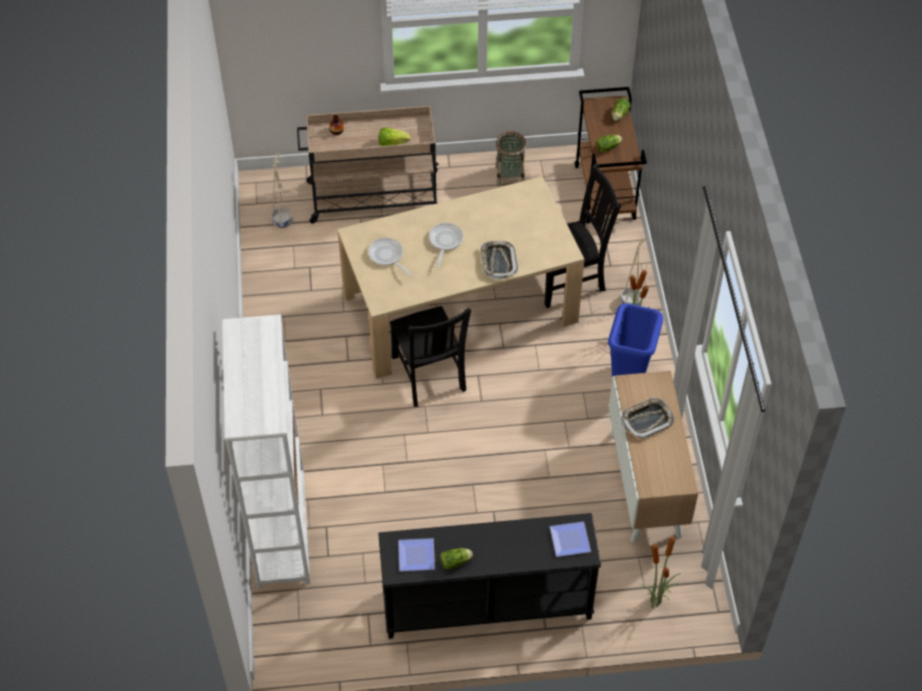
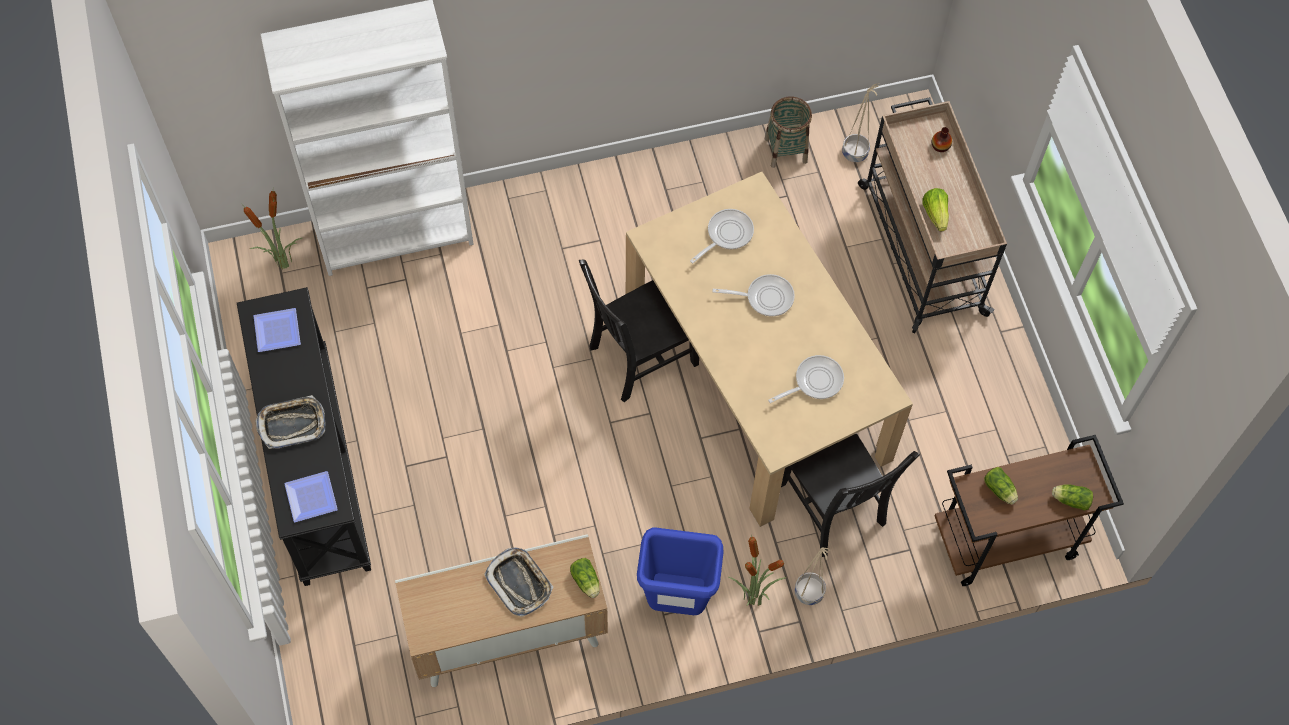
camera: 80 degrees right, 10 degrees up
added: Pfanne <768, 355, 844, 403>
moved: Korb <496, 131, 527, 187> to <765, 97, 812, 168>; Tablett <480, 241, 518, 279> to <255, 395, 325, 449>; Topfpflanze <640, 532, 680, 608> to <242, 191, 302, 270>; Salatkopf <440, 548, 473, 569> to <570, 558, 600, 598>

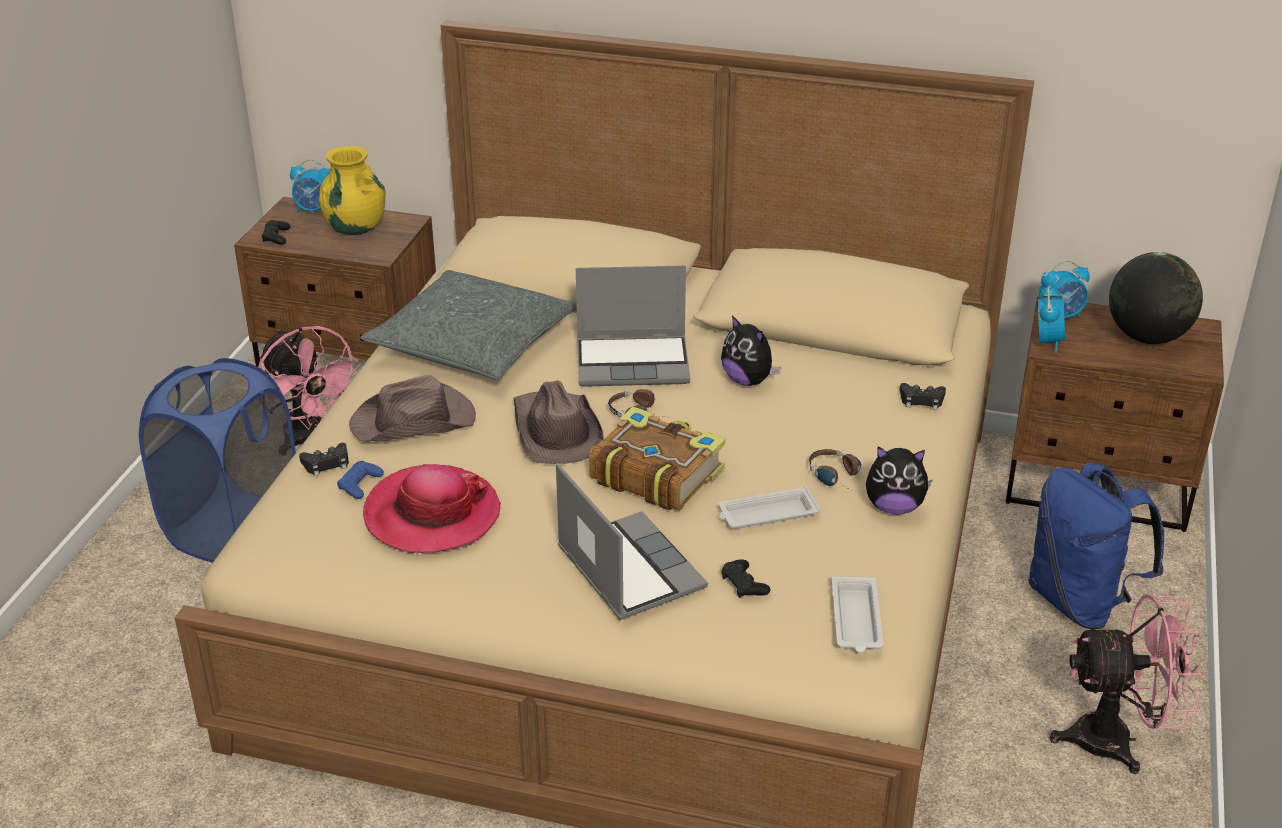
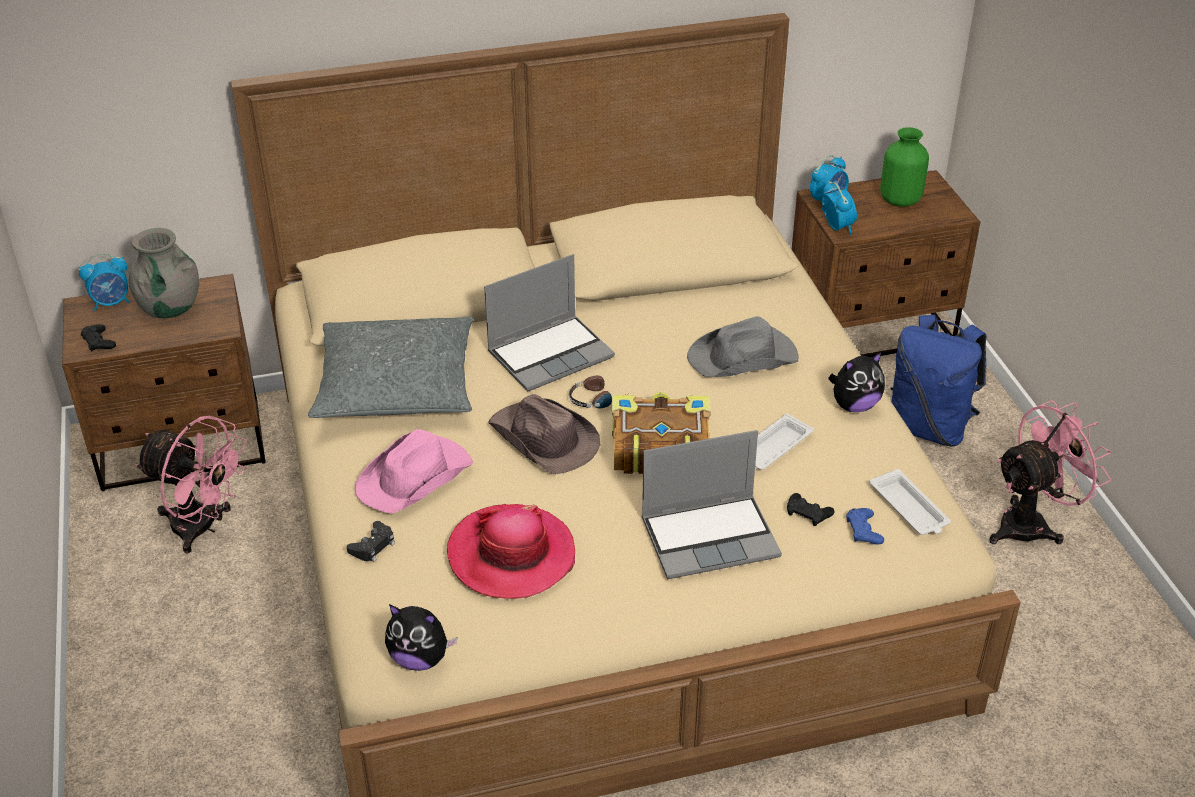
camera: 30 degrees left, 5 degrees up
removed: Wäschekorb (blau) <139, 358, 296, 563>; Gamepad (schwarz) <900, 383, 946, 410>; Kopfhörer <809, 449, 861, 490>
added: Hut (grau) <687, 316, 799, 377>
moved: Plüschtier <721, 315, 781, 386> to <385, 604, 458, 671>; Gamepad (blau) <337, 461, 384, 499> to <846, 508, 884, 544>
replaced: Globus <1109, 252, 1203, 344> to Vase (grün) <880, 127, 929, 207>
recoloured: Vase (gelb) <319, 146, 386, 235> to Vase (grau) <129, 228, 199, 318>; Hut (braun) <349, 375, 476, 441> to Hut (rosa) <355, 429, 473, 514>
turned: Laptop <556, 463, 708, 620> = <642, 430, 782, 579> 135 degrees clockwise

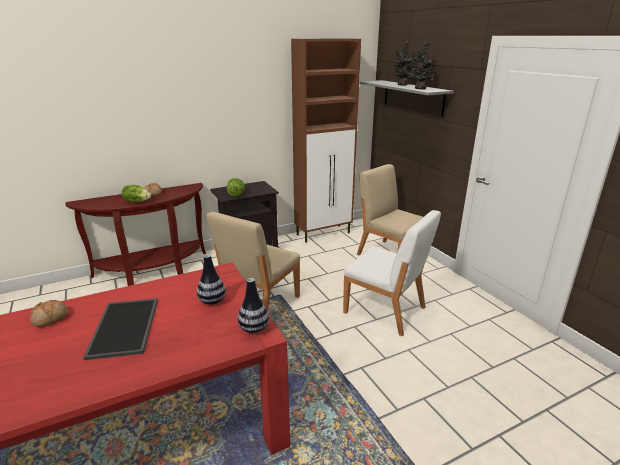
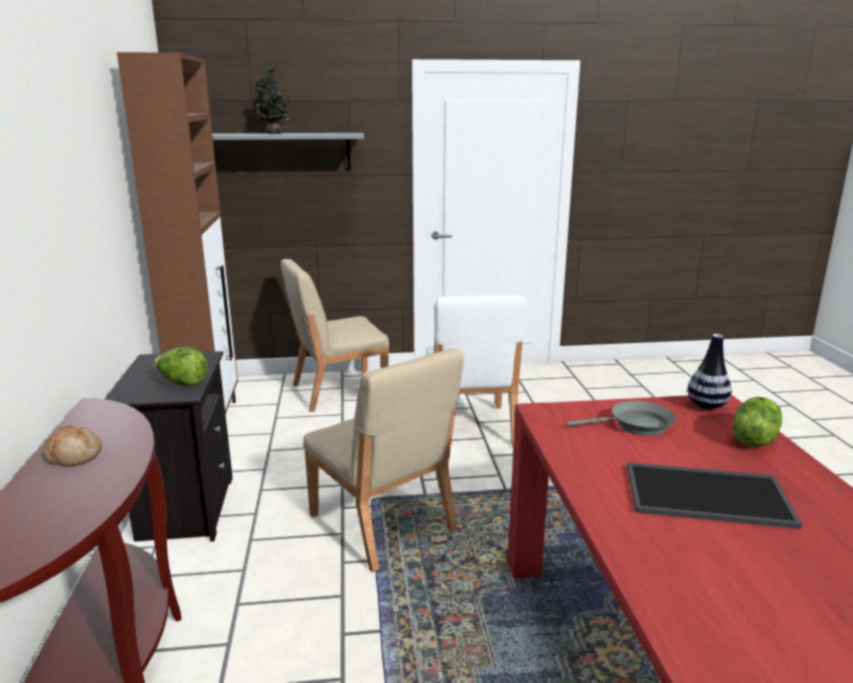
camera: 70 degrees left, 5 degrees down
removed: Topfpflanze <411, 41, 435, 89>; Brot <30, 300, 68, 327>
moved: Salatkopf <121, 185, 151, 203> to <733, 397, 782, 447>
replaced: Vase <197, 254, 226, 305> to Pfanne (grau) <566, 401, 676, 436>
turned: Stuhl (weiß) <343, 210, 441, 336> = <426, 295, 526, 447> 120 degrees clockwise

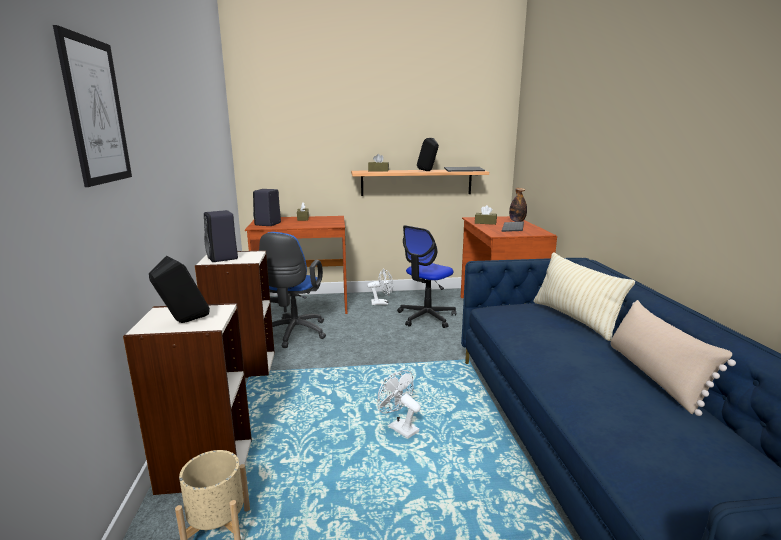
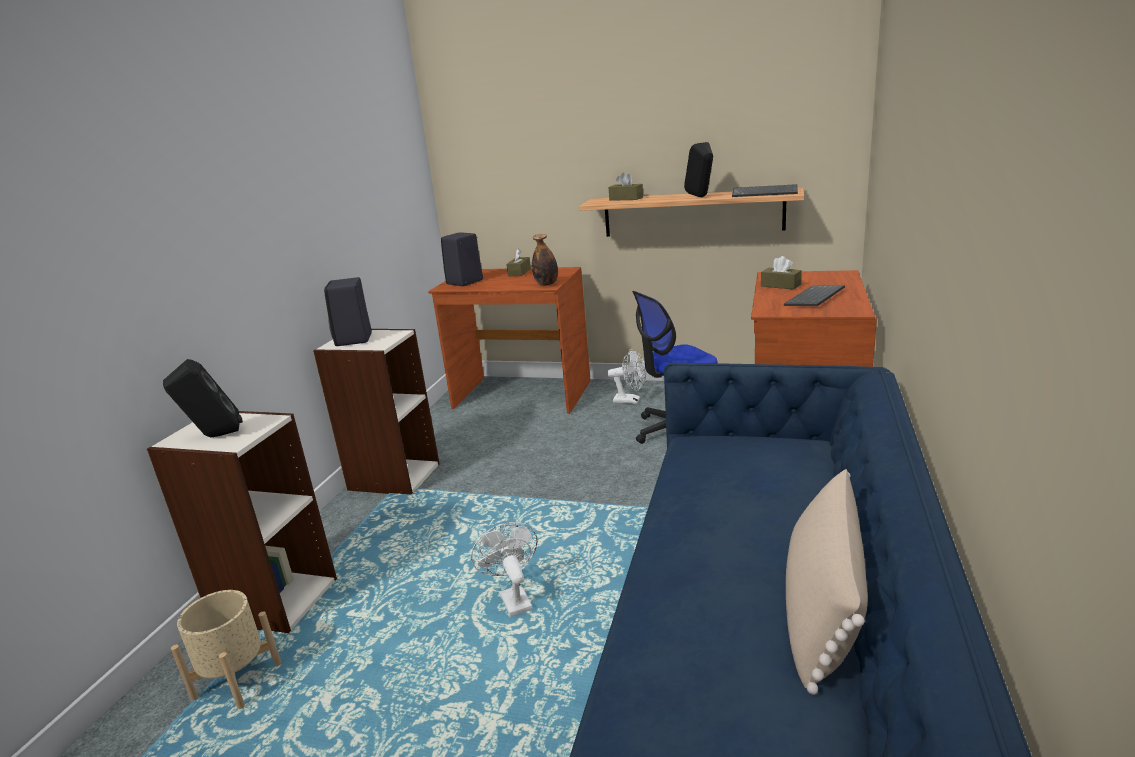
camera: 25 degrees right, 5 degrees up
removed: Bild <53, 25, 132, 187>; Bürostuhl (blau) <259, 232, 326, 348>; Kissen (beige) <534, 252, 635, 341>
moved: Flasche <509, 188, 527, 222> to <532, 234, 558, 286>

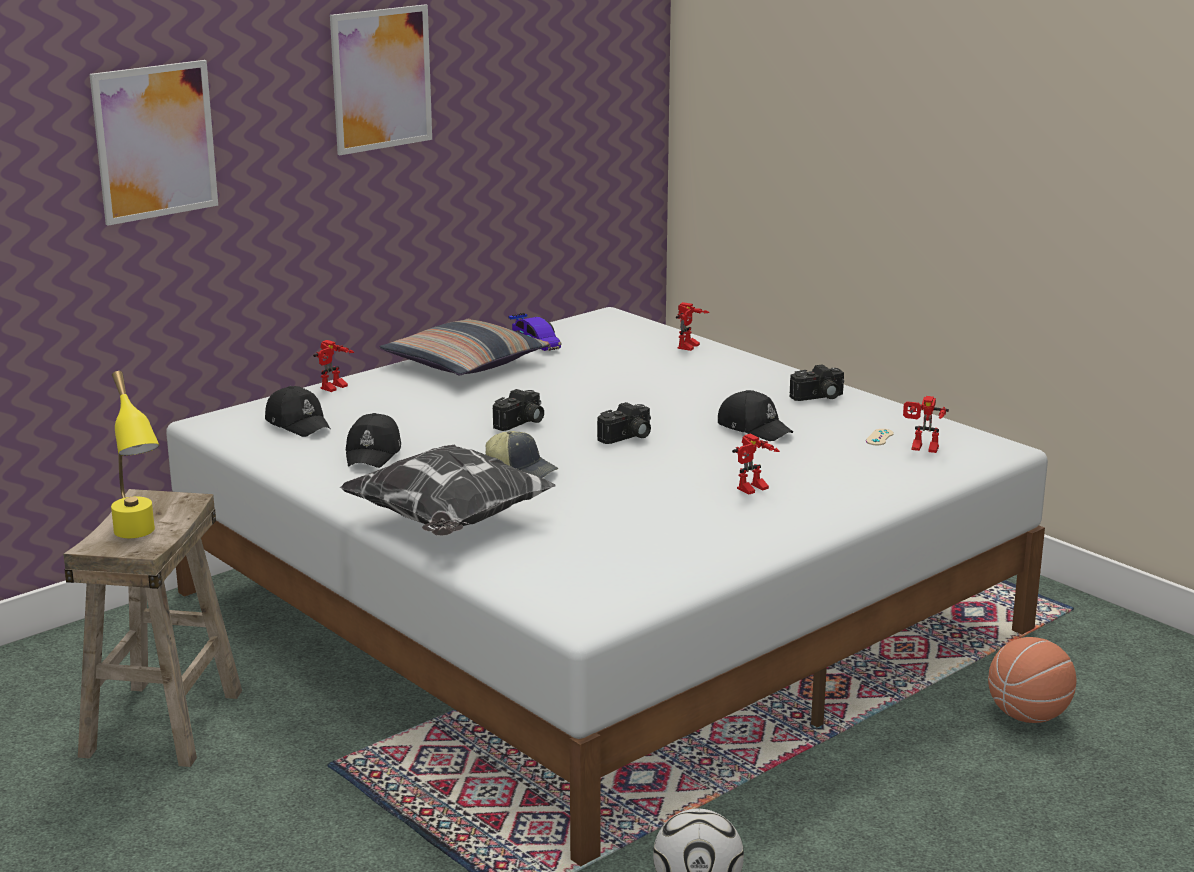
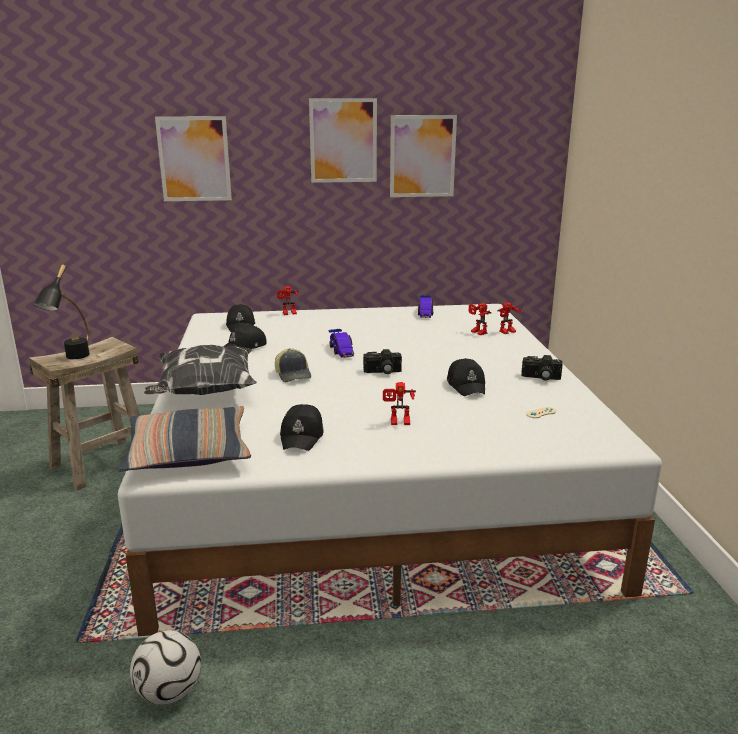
camera: 35 degrees right, 0 degrees up
removed: Basketball <988, 637, 1077, 723>
added: Bild <390, 115, 457, 197>; Kappe (schwarz) <280, 404, 324, 451>
moved: Kissen <379, 319, 550, 375> to <118, 406, 251, 472>; Spielzeugroboter <903, 396, 949, 453> to <469, 303, 491, 335>
replaced: Kamera <493, 389, 544, 431> to Spielzeugauto <328, 329, 354, 358>
recoloured: Tischlampe (gelb) <111, 371, 160, 538> to Tischlampe (schwarz) <33, 264, 90, 359>

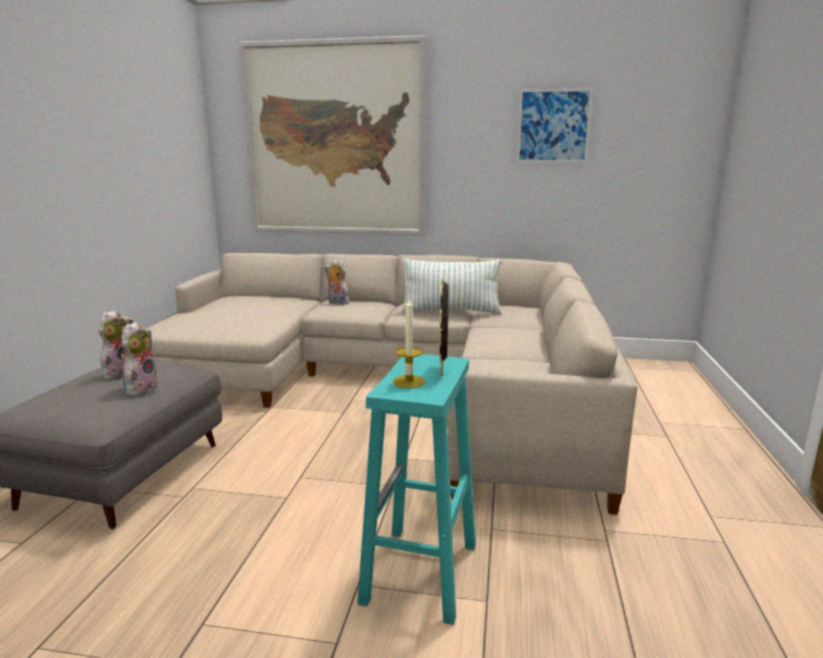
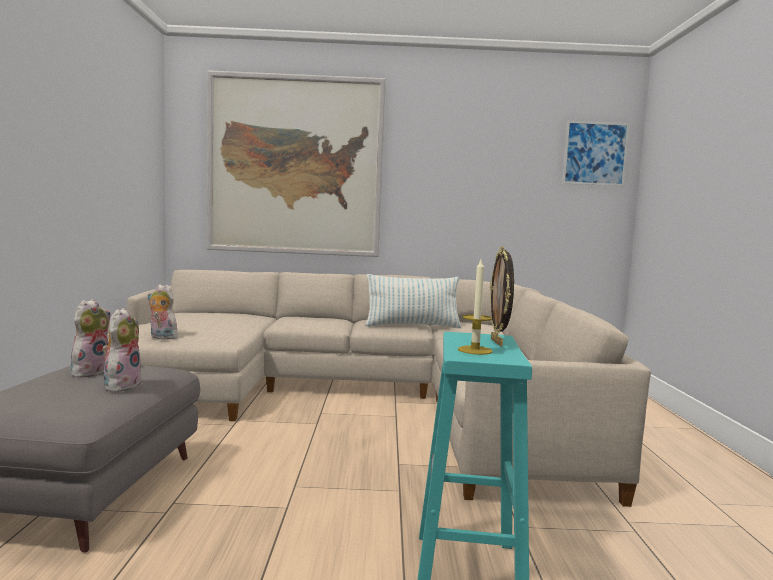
camera: 10 degrees left, 10 degrees down
moved: Bild <517, 88, 593, 162> to <562, 121, 630, 186>; Plüschtier <325, 260, 349, 305> to <148, 285, 179, 340>

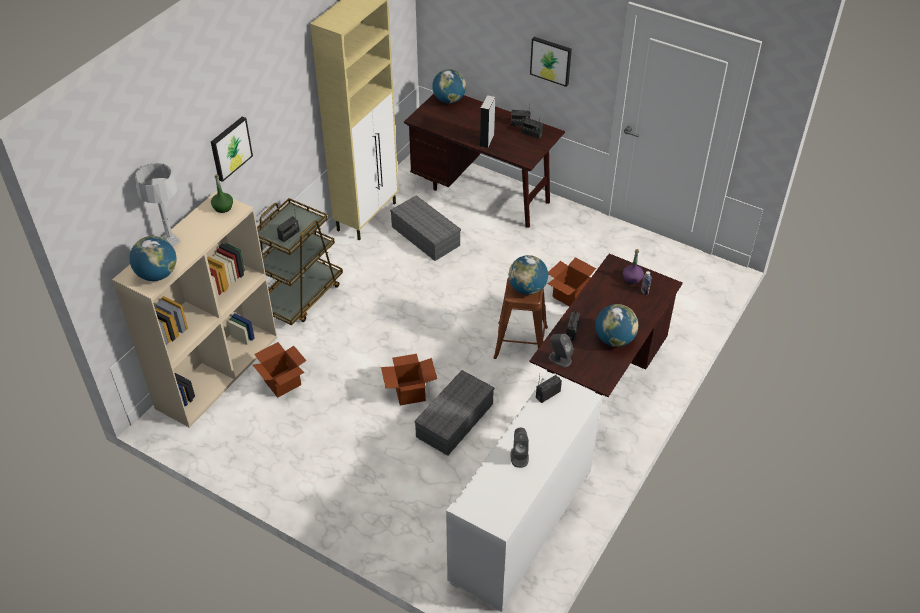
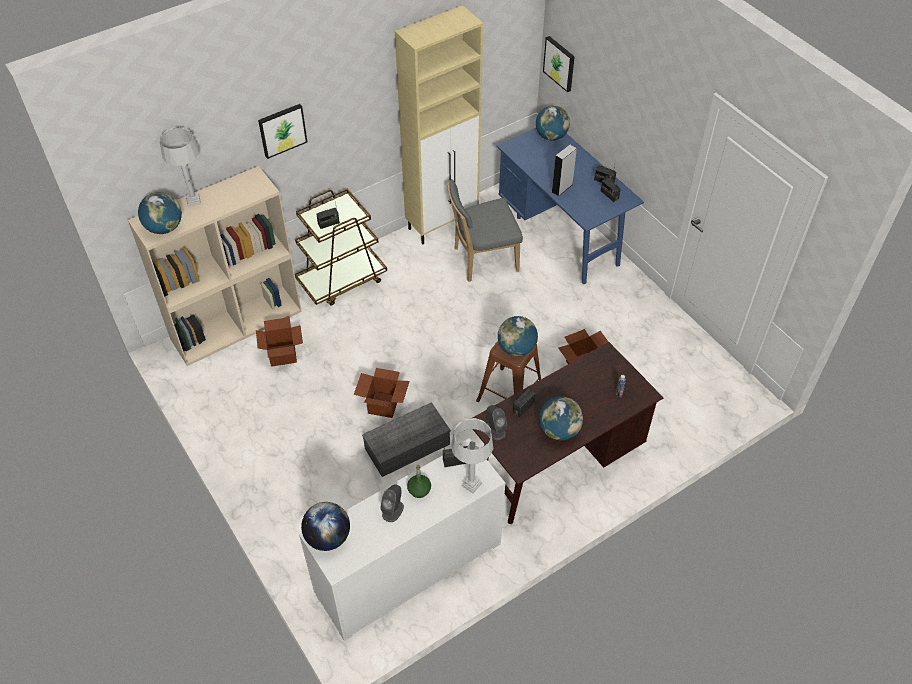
camera: 25 degrees right, 5 degrees up
removed: Flasche (lila) <623, 249, 644, 284>
added: Tischlampe (grau) <451, 418, 493, 494>; Globus <301, 502, 350, 551>
moved: Bild <530, 37, 572, 87> to <543, 36, 575, 92>; Flasche (grün) <211, 174, 233, 213> to <407, 465, 431, 498>
replaced: Aufbewahrungsbox (grau) <390, 195, 461, 261> to Stuhl (grau) <446, 179, 523, 282>
recoloured: Schreibtisch (braun) <404, 94, 565, 228> to Schreibtisch (blau) <496, 128, 644, 284>

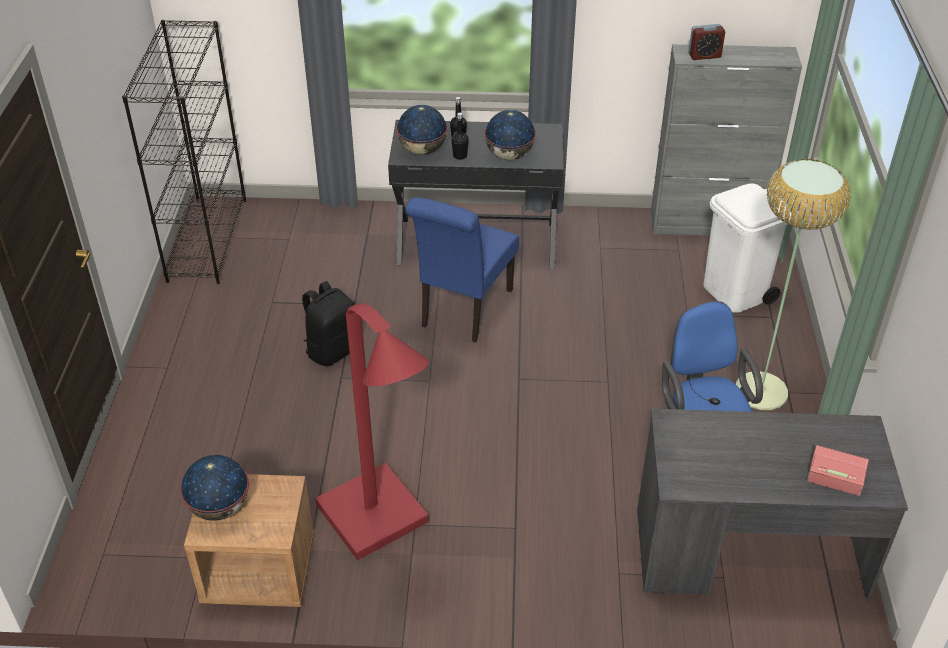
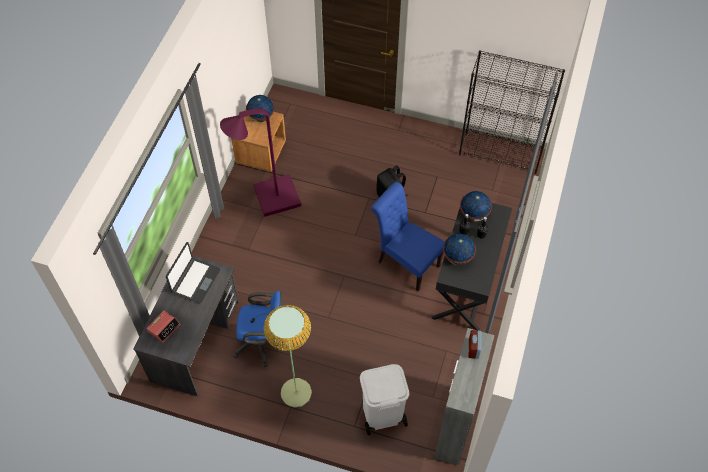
camera: 105 degrees right, 15 degrees up
added: Laptop <166, 242, 220, 304>
recoloured: Stehlampe (rot) <315, 304, 429, 561> to Stehlampe (lila) <220, 109, 301, 217>

